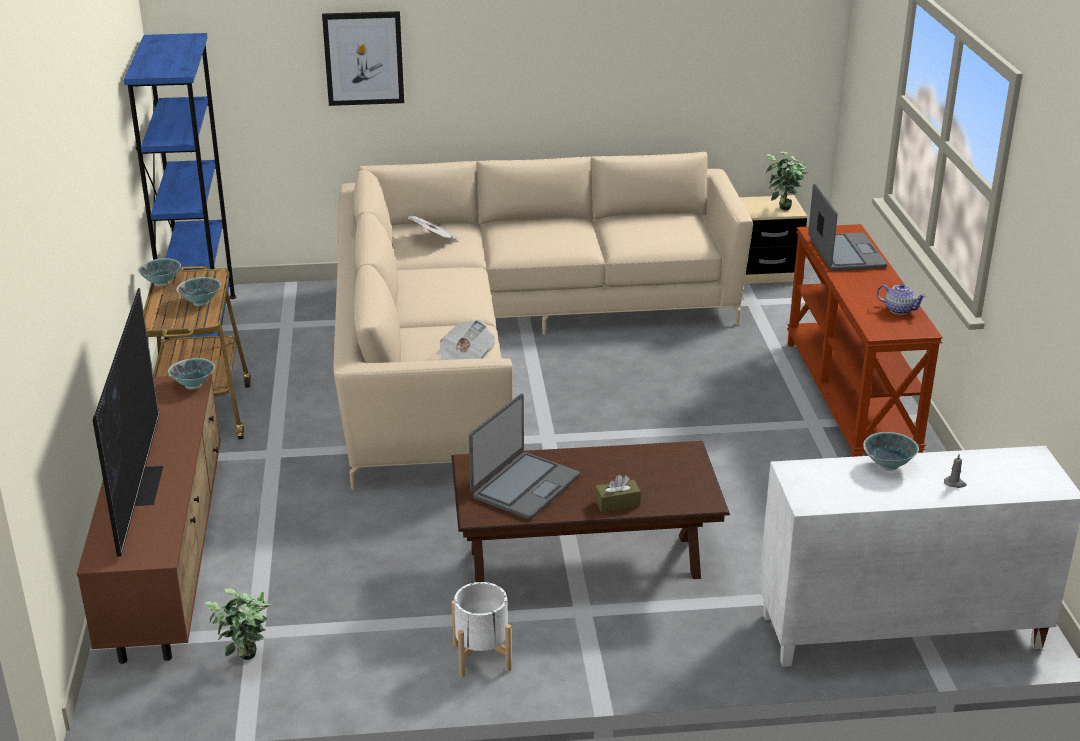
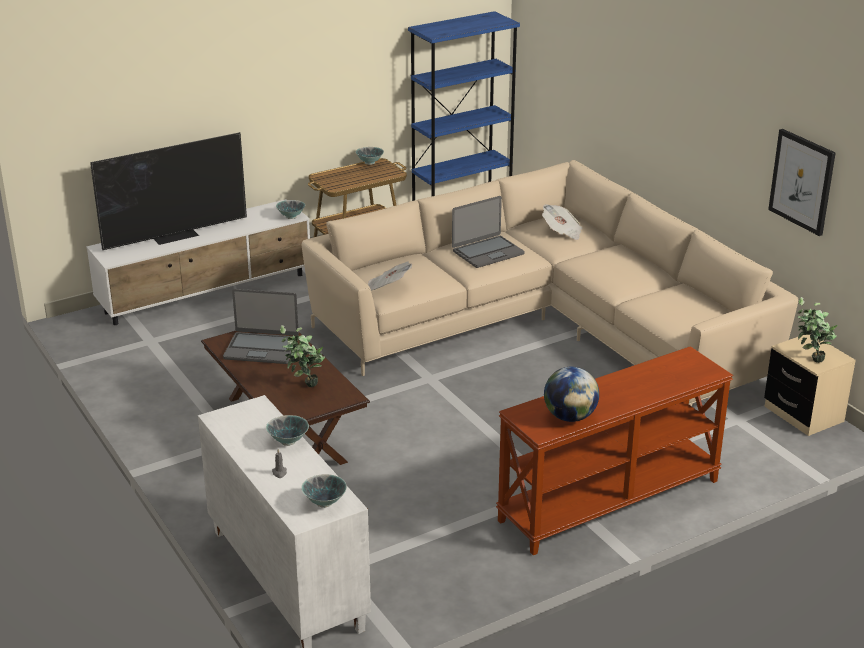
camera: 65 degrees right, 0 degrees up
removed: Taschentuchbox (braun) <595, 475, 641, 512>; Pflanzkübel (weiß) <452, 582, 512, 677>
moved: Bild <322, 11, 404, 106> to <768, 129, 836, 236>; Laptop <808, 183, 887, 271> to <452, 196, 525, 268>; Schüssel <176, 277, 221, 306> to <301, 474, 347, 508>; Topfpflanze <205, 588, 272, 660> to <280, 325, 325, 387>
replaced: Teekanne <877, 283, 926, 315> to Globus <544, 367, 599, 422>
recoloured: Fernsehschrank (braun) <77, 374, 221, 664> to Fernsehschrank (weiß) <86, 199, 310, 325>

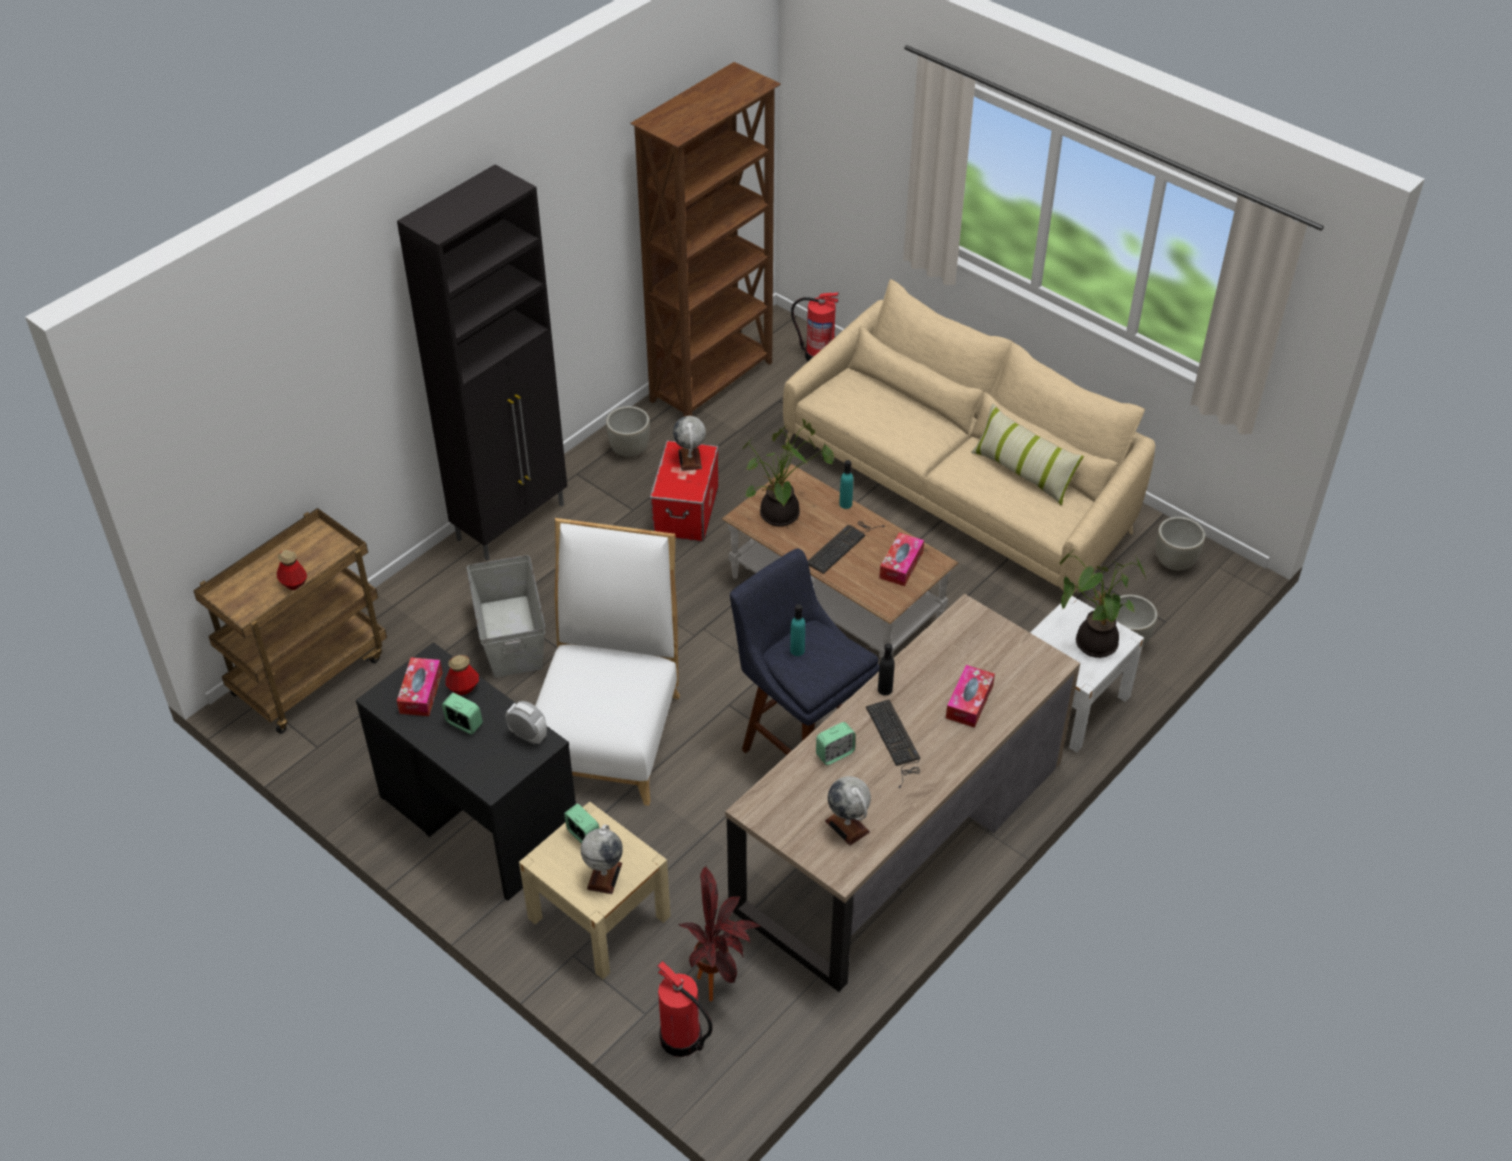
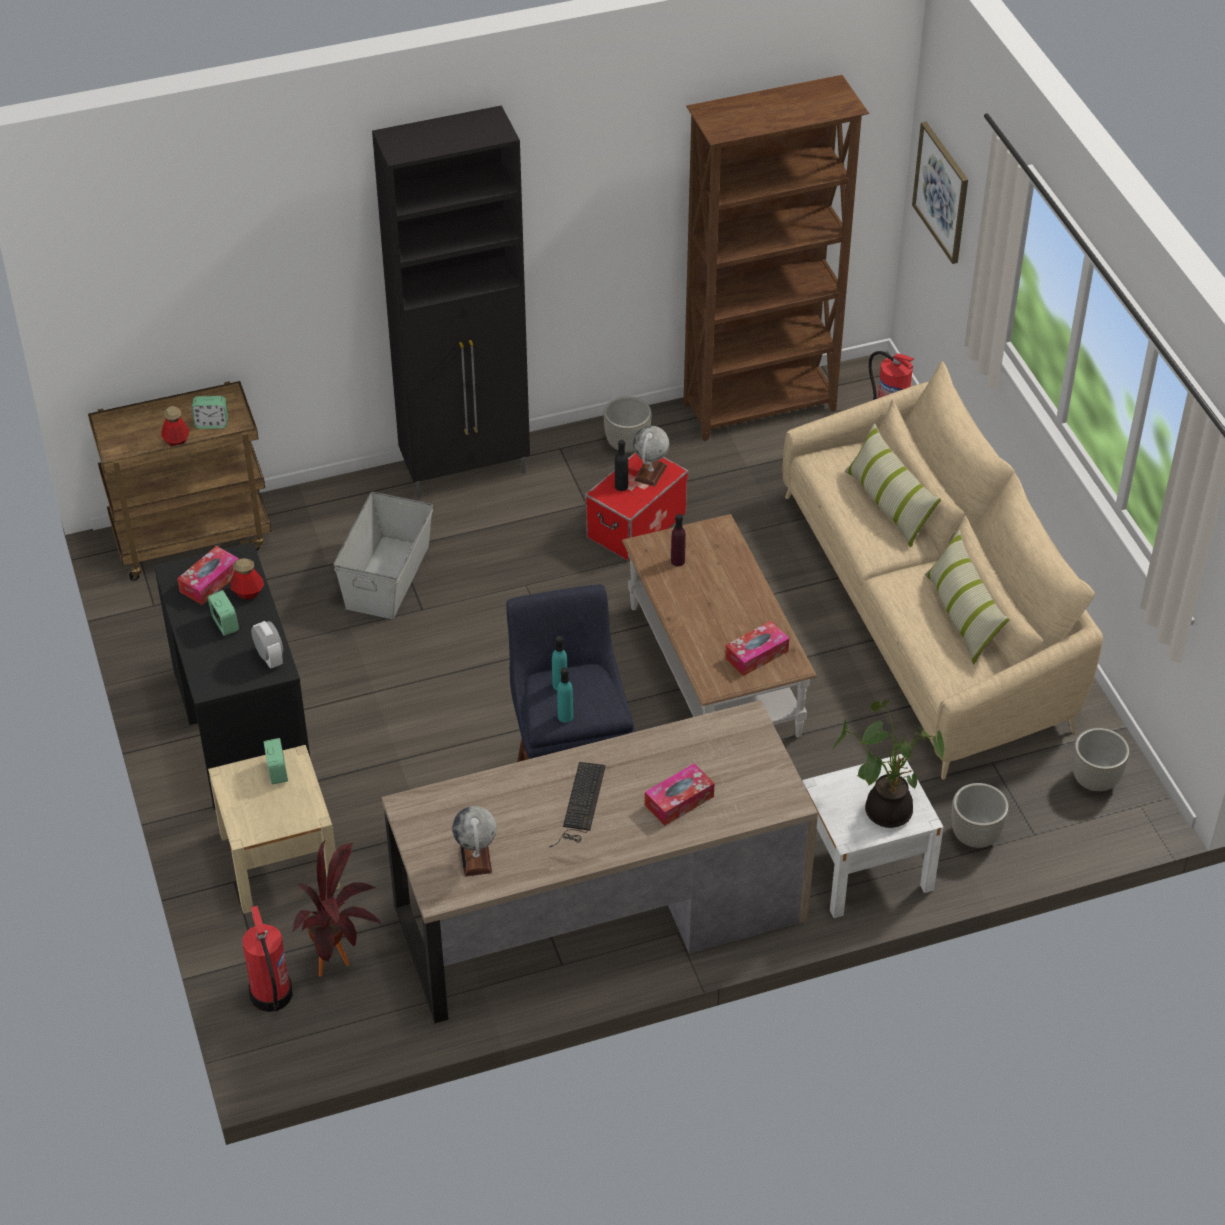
camera: 30 degrees right, 0 degrees up
removed: Stuhl (weiß) <535, 518, 680, 806>; Tastatur <808, 521, 885, 574>; Globus <581, 824, 623, 894>
added: Bild <912, 122, 968, 264>; Kissen <845, 423, 941, 548>
moved: Flasche (türkis) <839, 460, 853, 509> to <557, 667, 573, 723>; Flasche (schwarz) <878, 643, 895, 695> to <615, 440, 628, 491>; Wecker <816, 722, 855, 765> to <192, 396, 228, 429>
replaced: Topfpflanze <742, 419, 834, 527> to Flasche (lila) <671, 514, 686, 566>

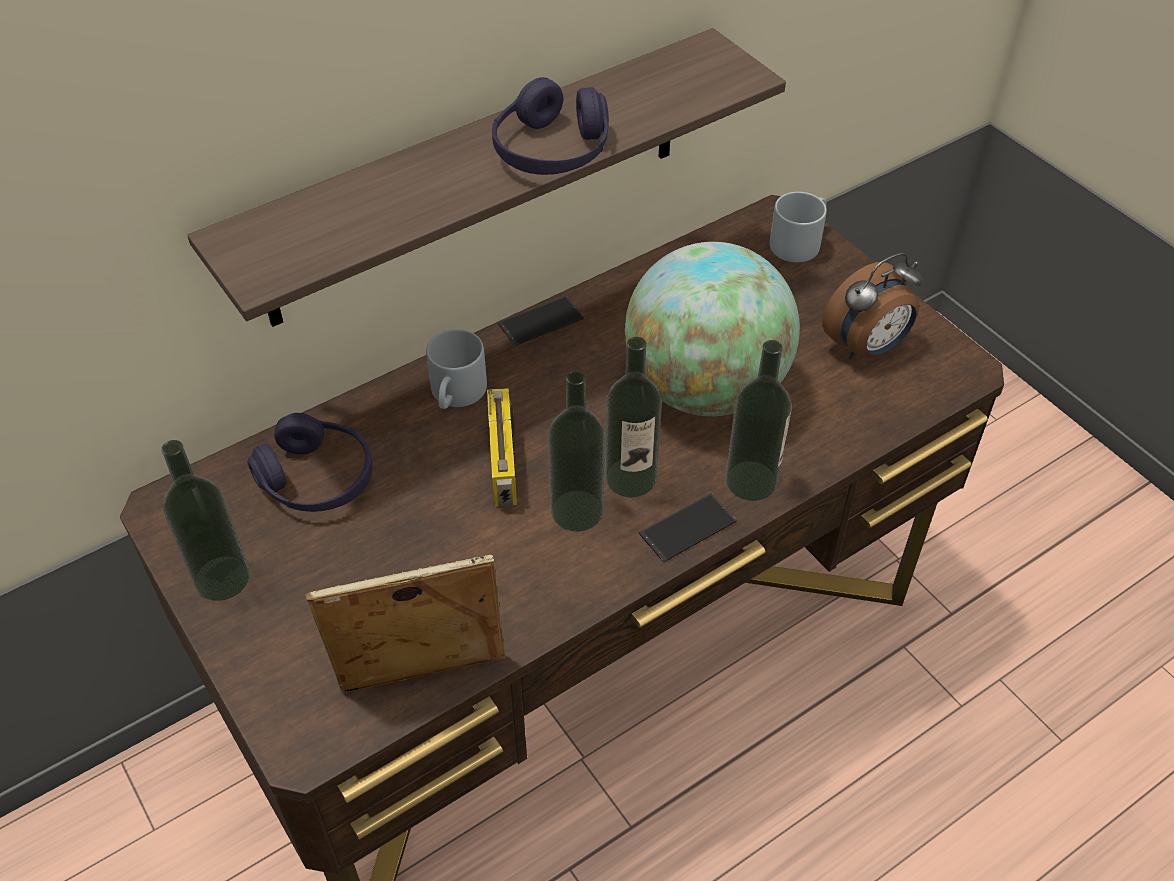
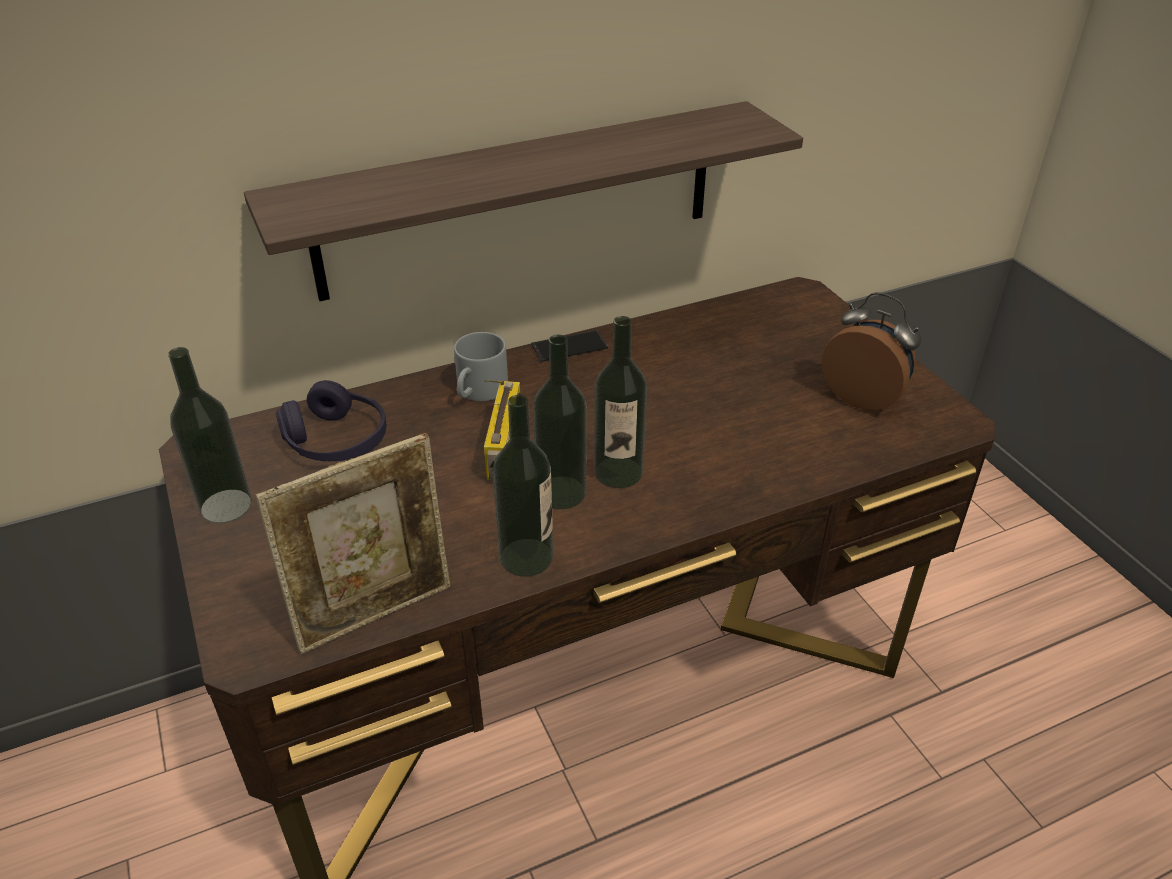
camera: 10 degrees right, 10 degrees down
removed: Kopfhörer (lila) <492, 77, 609, 175>; Henkelbecher (grau) <770, 192, 827, 262>; Globus <625, 242, 800, 416>; Handy <639, 493, 737, 563>
moved: Flasche <726, 340, 792, 501> to <493, 395, 553, 577>
turned: Wecker <822, 253, 923, 360> = <822, 292, 921, 410> 120 degrees counterclockwise; Bilderrahmen <305, 555, 505, 693> = <256, 433, 450, 654> 150 degrees clockwise

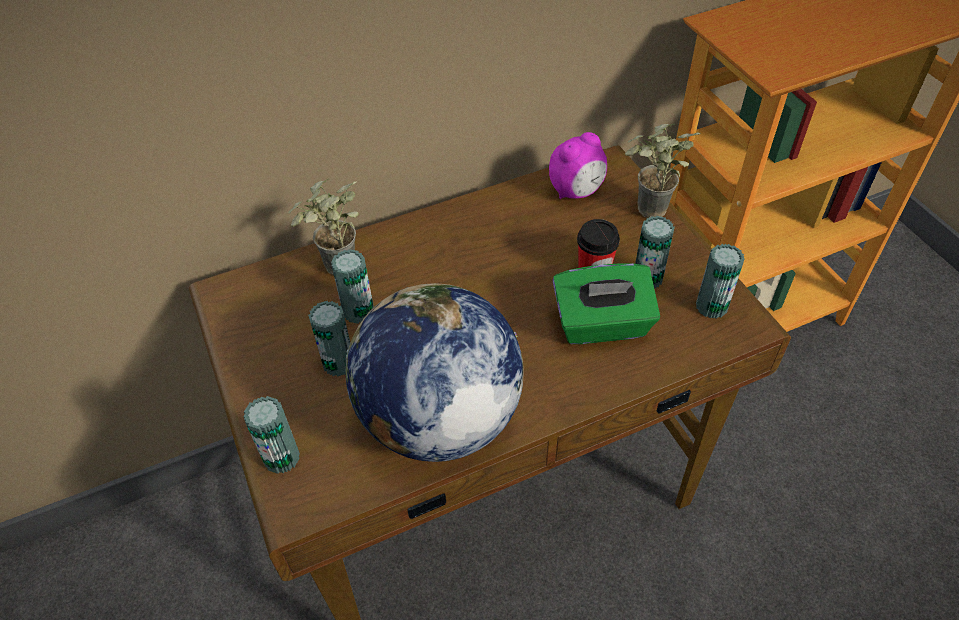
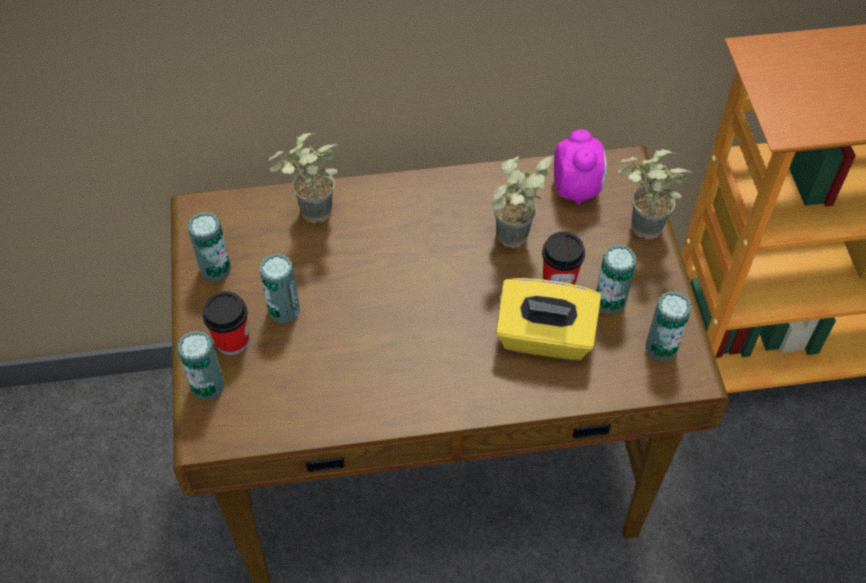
camera: 15 degrees right, 5 degrees up
removed: Globus <345, 283, 524, 462>
added: Topfpflanze <492, 156, 553, 248>; Tasse <202, 291, 249, 355>
moved: Dose <331, 249, 374, 324> to <187, 212, 231, 281>
recoloured: Taschentuchbox (grün) <552, 263, 660, 344> to Taschentuchbox (gelb) <496, 278, 601, 360>
turned: Wecker <549, 132, 607, 199> = <554, 129, 607, 206> 75 degrees counterclockwise

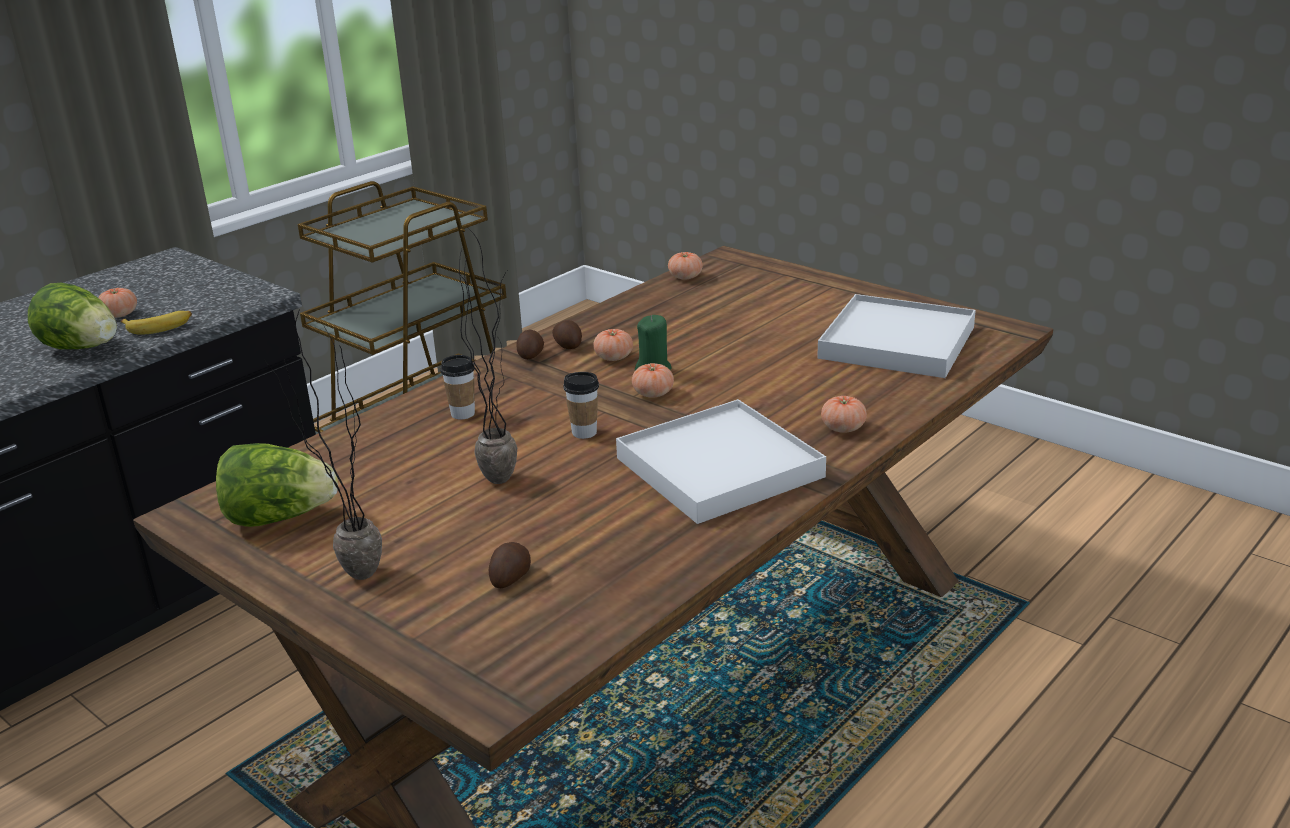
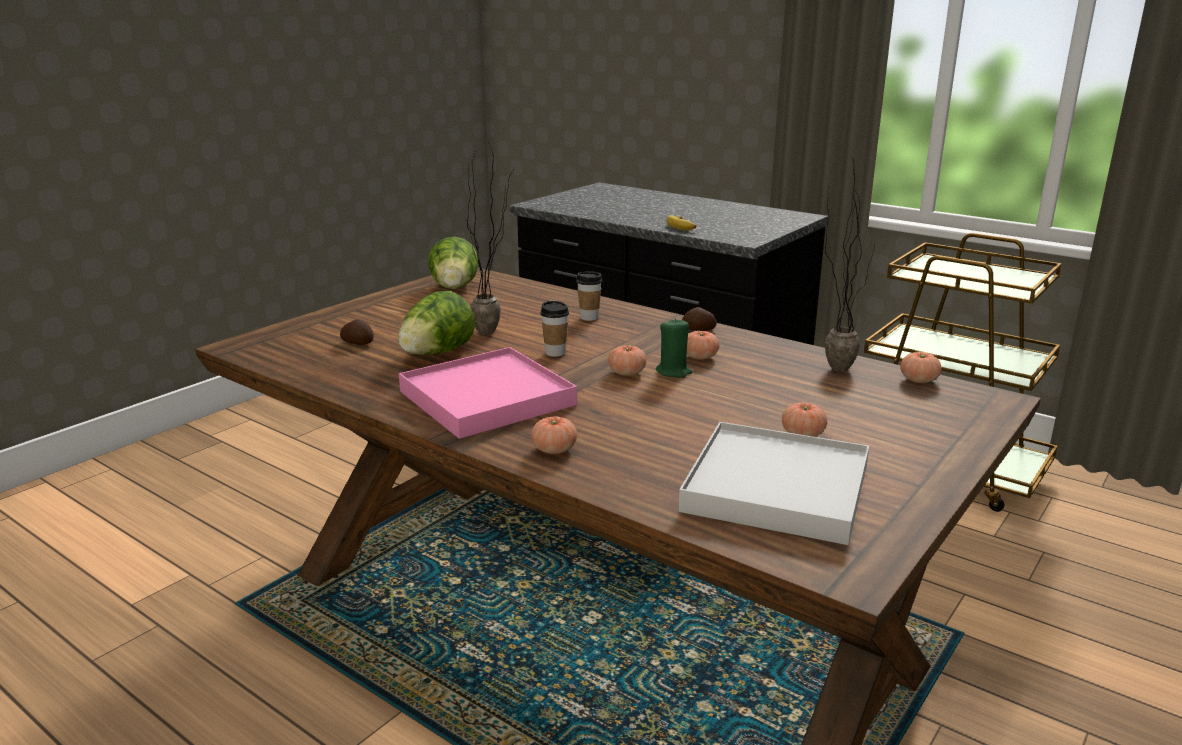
camera: 85 degrees right, 5 degrees down
removed: Kartoffel <552, 320, 582, 349>
moved: Salatkopf <28, 283, 117, 349> to <398, 291, 475, 355>; Tomate <98, 288, 137, 318> to <782, 403, 827, 437>; Topfpflanze <265, 311, 382, 580> to <825, 160, 875, 372>
recoloured: Tablett (weiß) <616, 399, 826, 524> to Tablett (rosa) <399, 347, 577, 439>

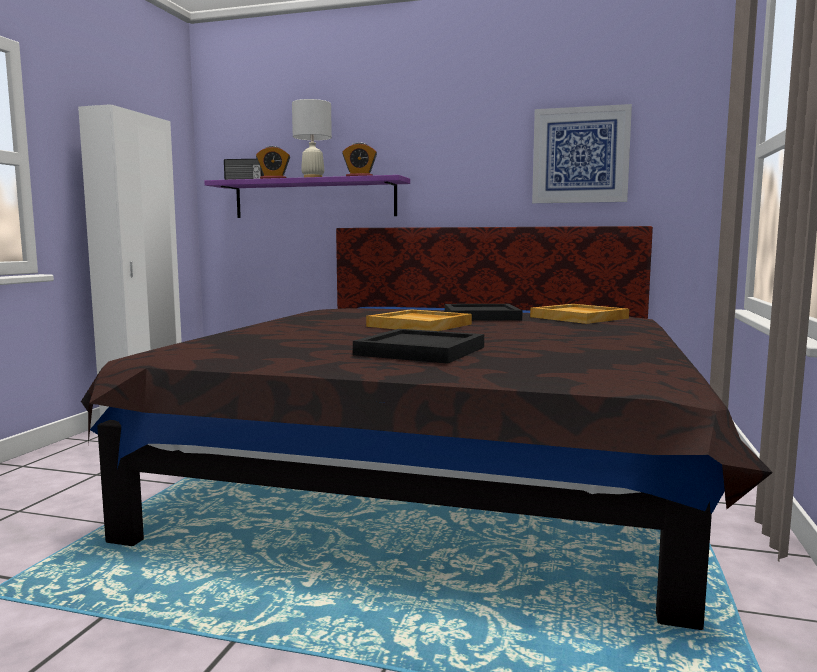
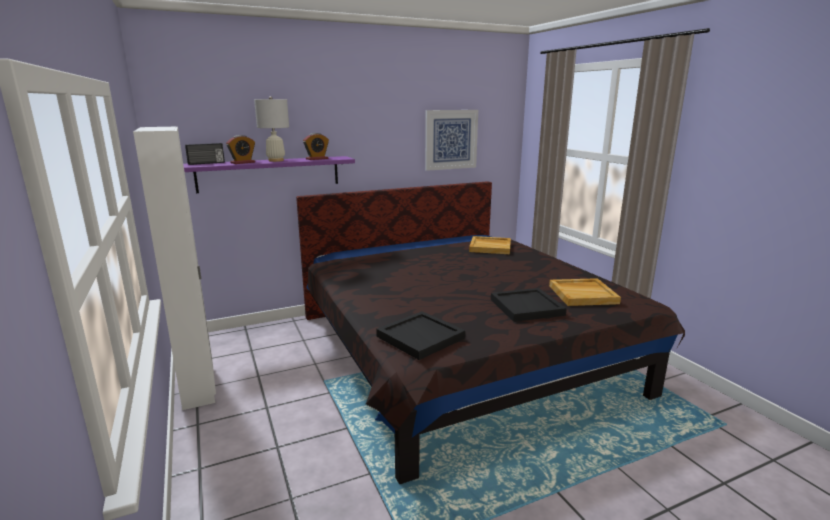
camera: 40 degrees left, 10 degrees up
moved: Tablett (schwarz) <445, 304, 523, 321> to <376, 311, 465, 360>; Tablett (beige) <366, 309, 472, 331> to <549, 278, 621, 306>

